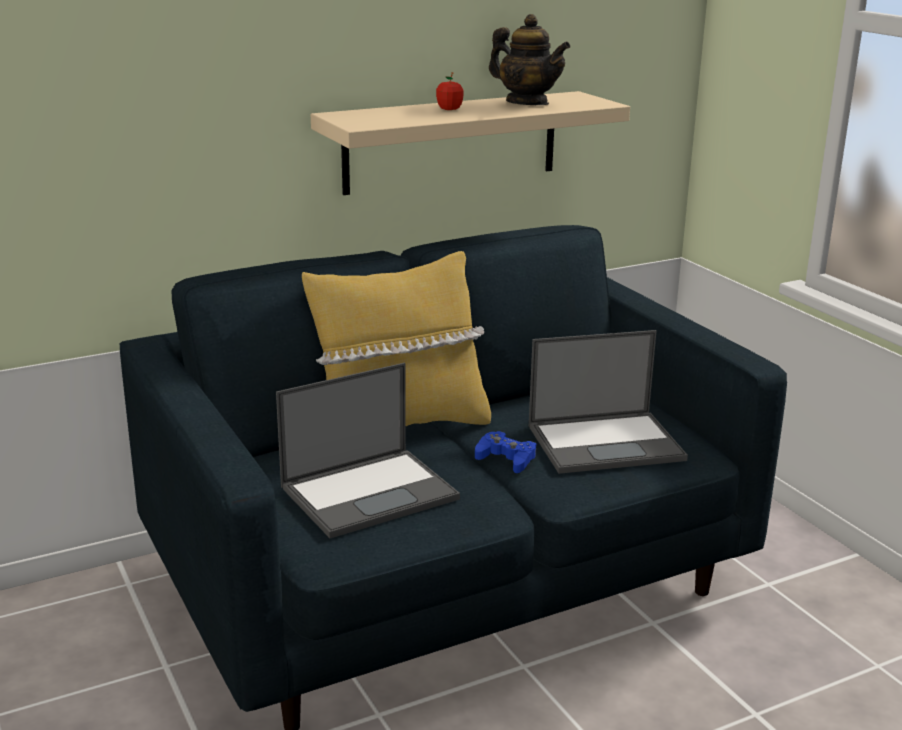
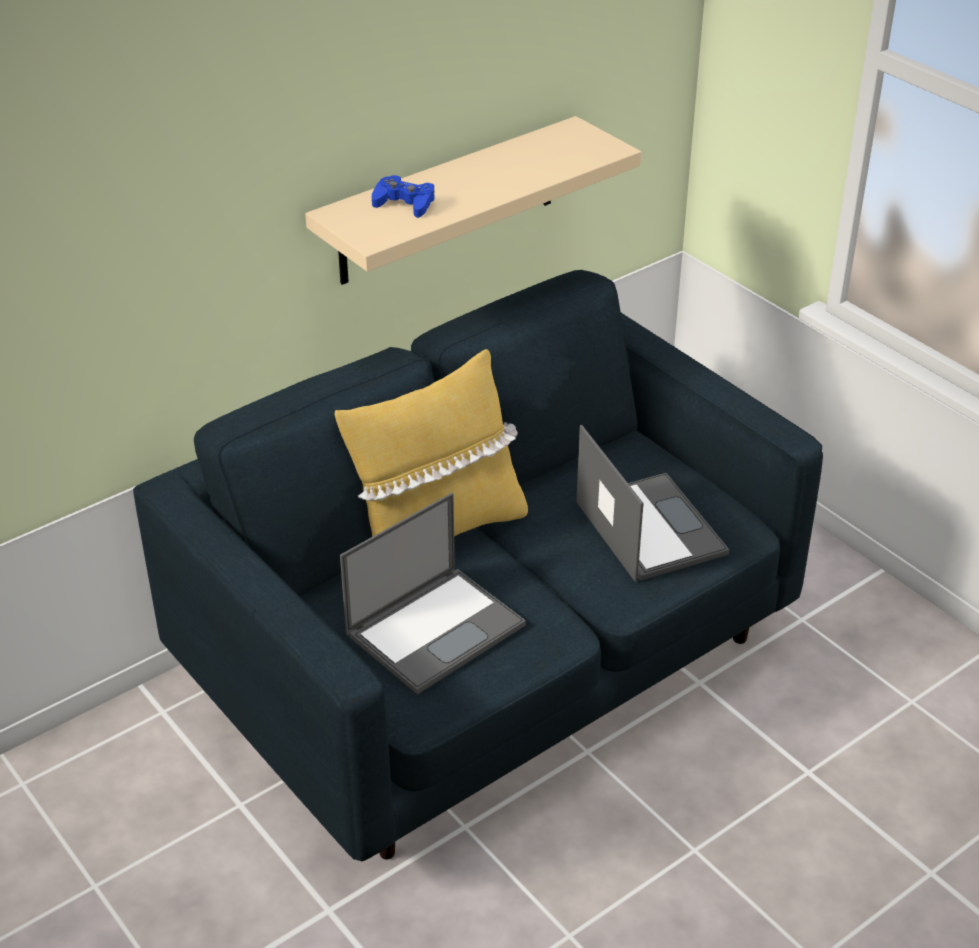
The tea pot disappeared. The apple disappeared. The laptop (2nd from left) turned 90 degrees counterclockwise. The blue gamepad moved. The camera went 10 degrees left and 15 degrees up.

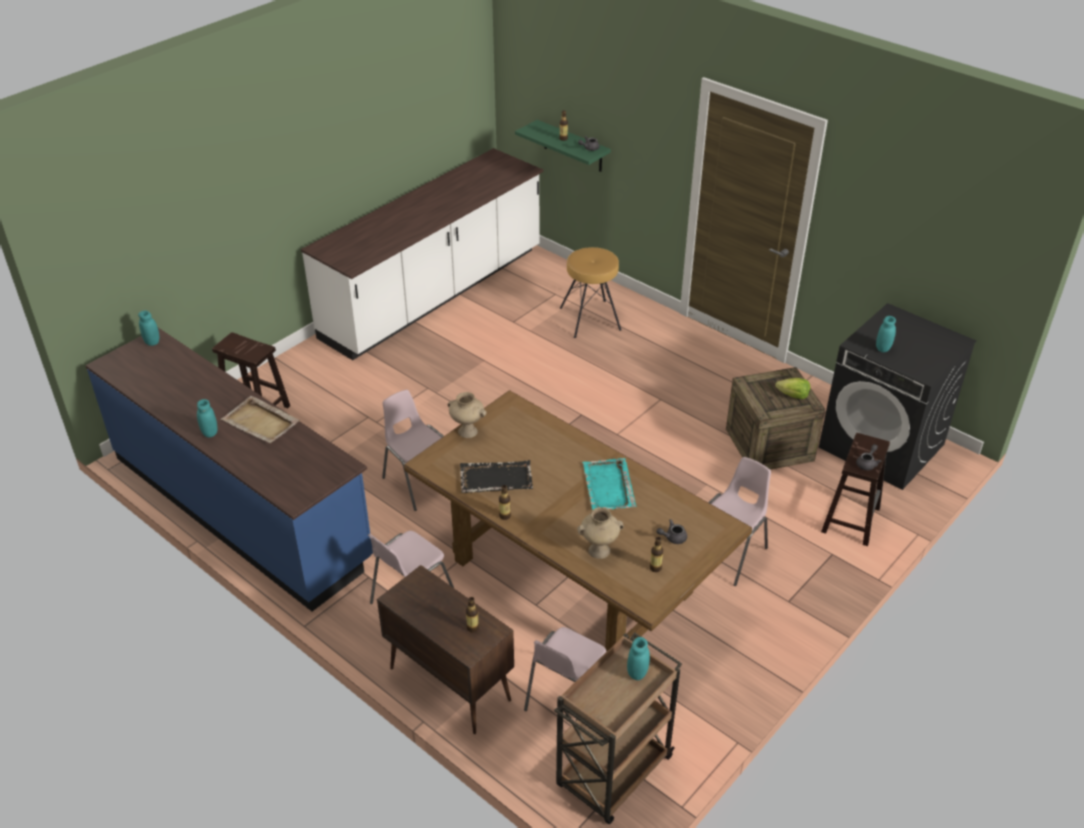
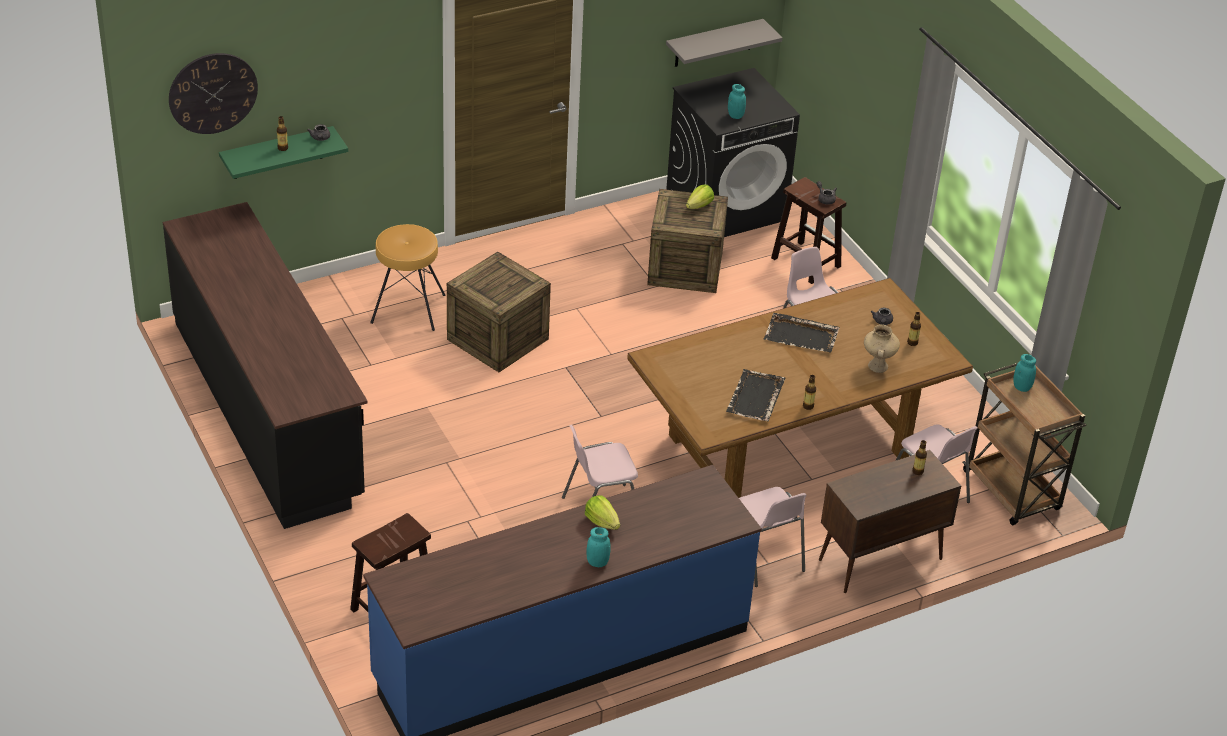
The white kitchen base unit became the black kitchen base unit. The turquoise jar (1st from left) disappeared. The beige-coloured vase (1st from left) disappeared. The beige-coloured tray was replaced by the head of lettuce (1st from left). The turquoise tray became the black tray (2nd from left). The gray wall shelf appeared. The hanging clock appeared. The crate (1st from left) appeared. The camera went 70 degrees left and 0 degrees up.

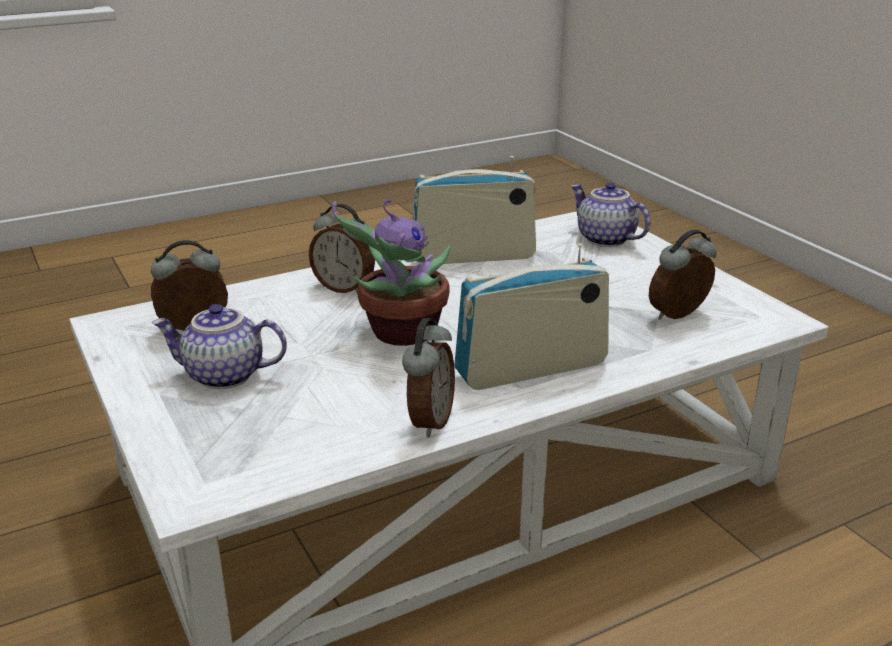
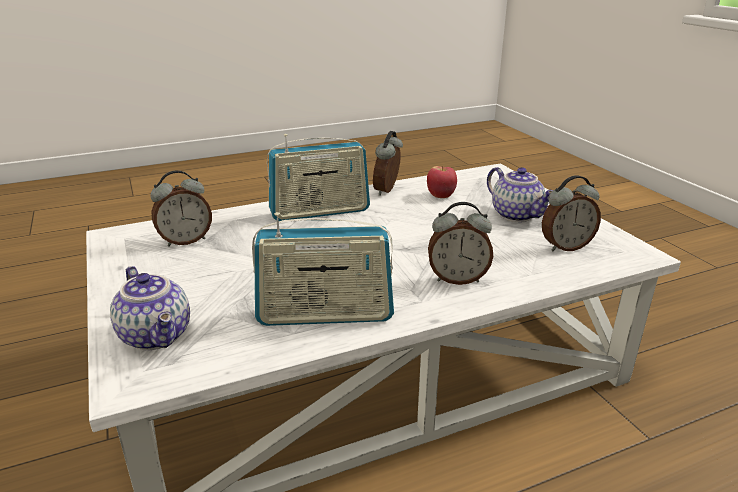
The potted plant disappeared. The alarm clock (2nd from left in the first image) turned 150 degrees clockwise. The tea pot (1st from left in the first image) turned 45 degrees clockwise. The apple appeared. The camera went 175 degrees left and 0 degrees up.

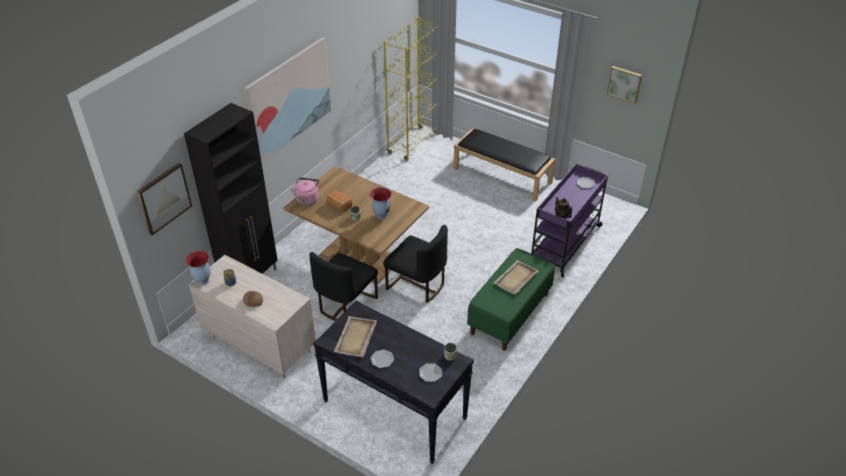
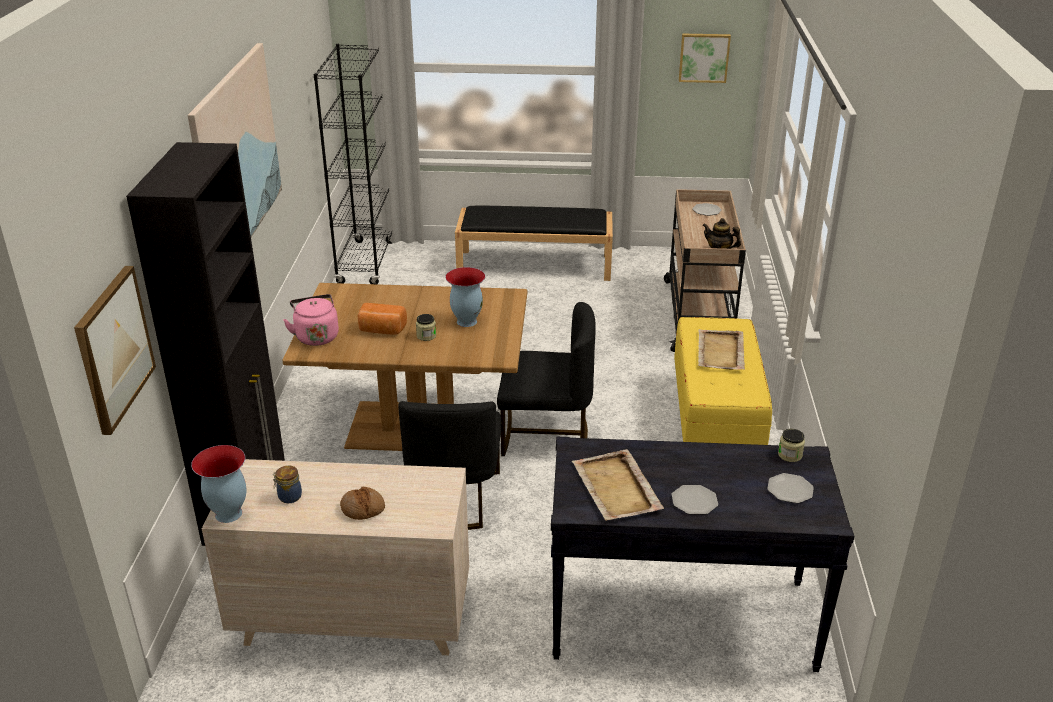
The yellowish shelving unit became the black shelving unit. The purple trolley became the beige-coloured trolley. The green long seat became the yellowish long seat. The camera went 30 degrees left and 10 degrees down.

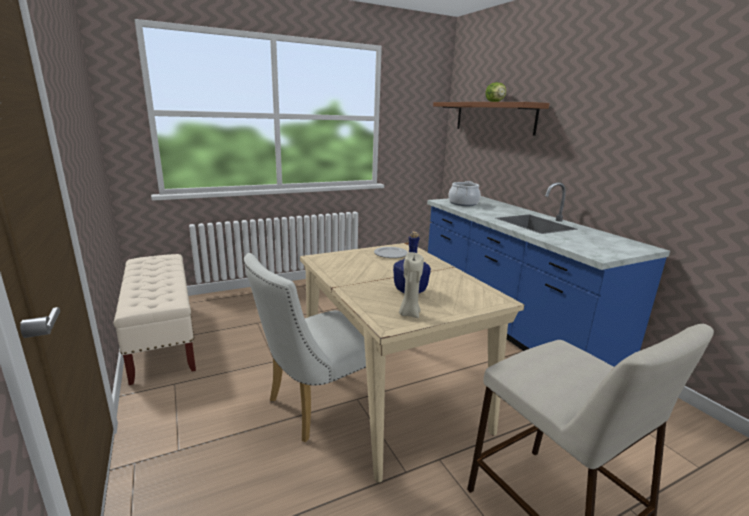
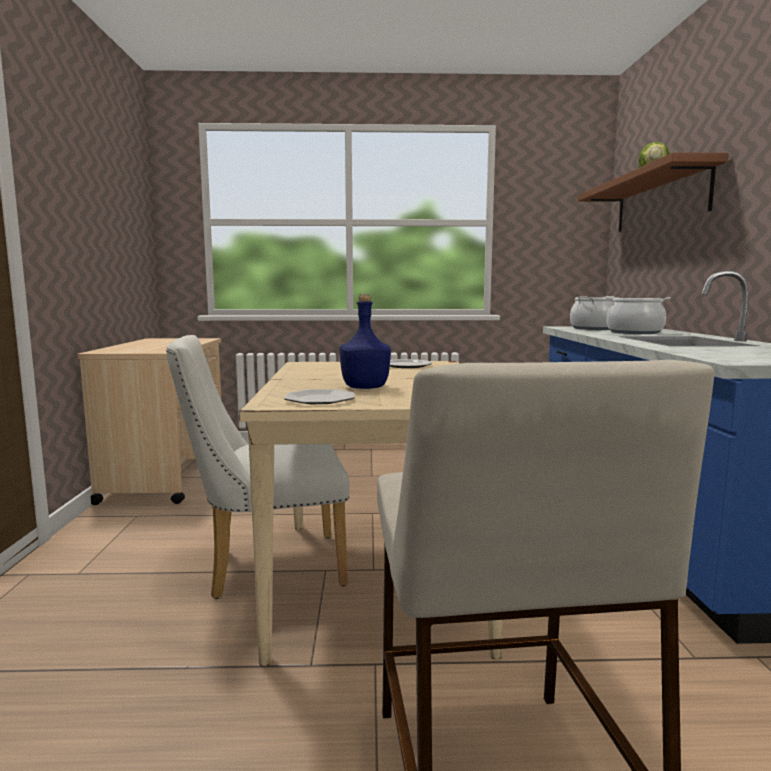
The beige-coloured wax light was replaced by the flat dish (1st from left). The beige-coloured long seat was replaced by the beige-coloured trolley. The stockpot (2nd from left) appeared. The camera went 25 degrees right and 10 degrees down.

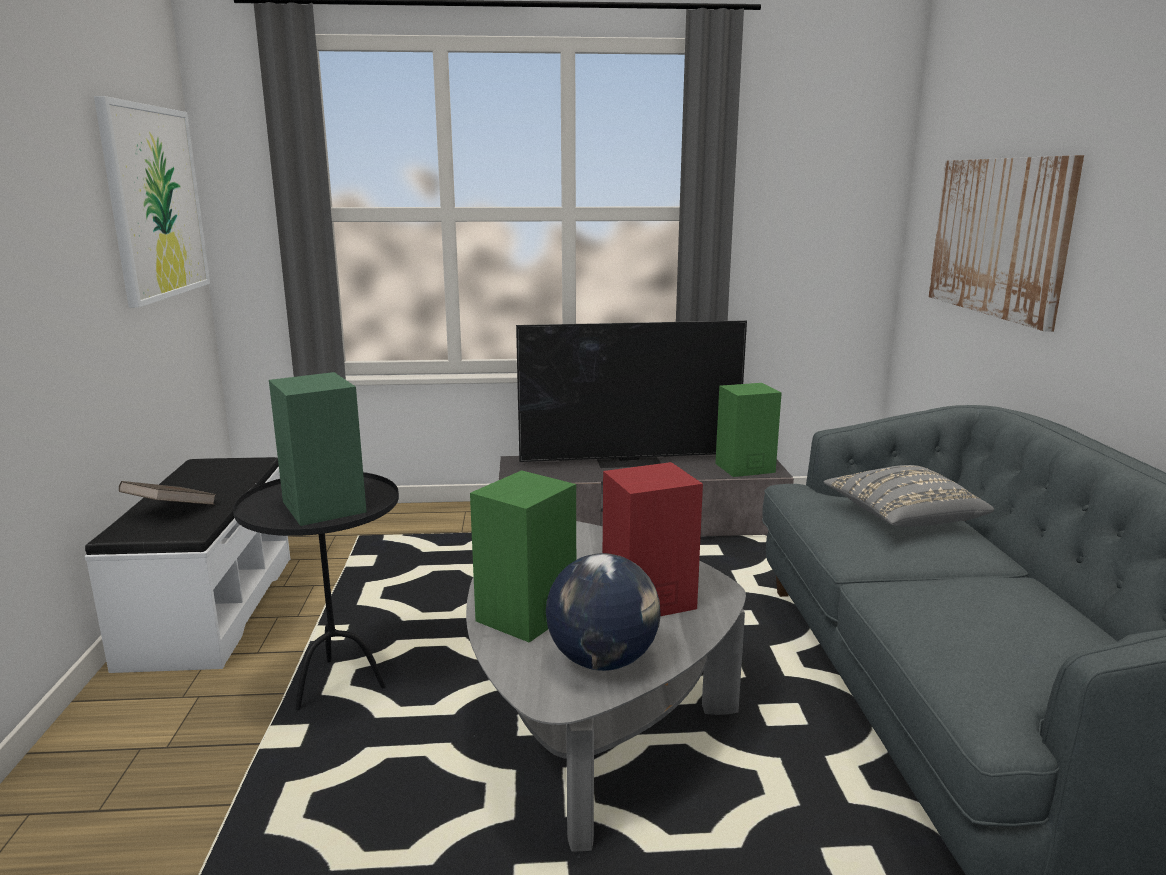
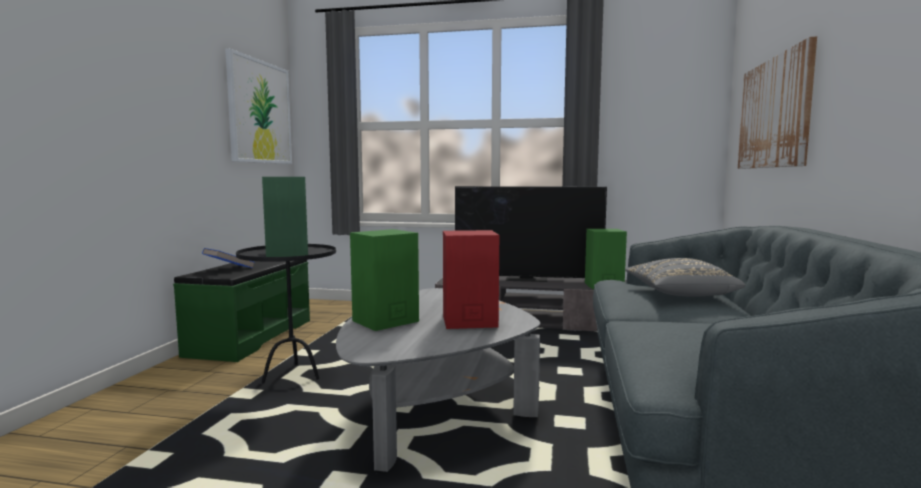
The white long seat became the green long seat. The brown-coloured volume became the blue volume. The globe disappeared. The camera went 15 degrees right and 10 degrees down.

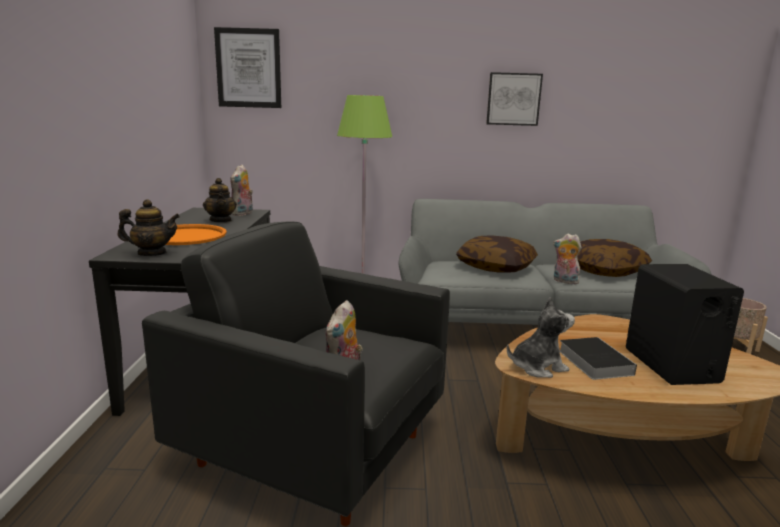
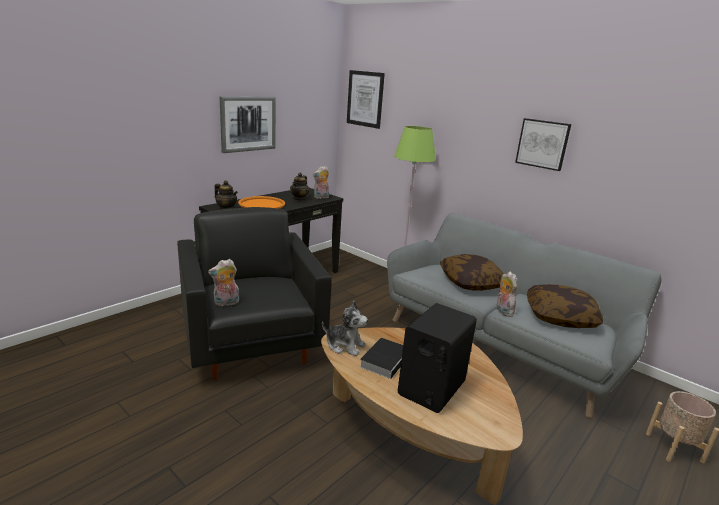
The picture (1st from left) appeared. The camera went 40 degrees right and 5 degrees up.

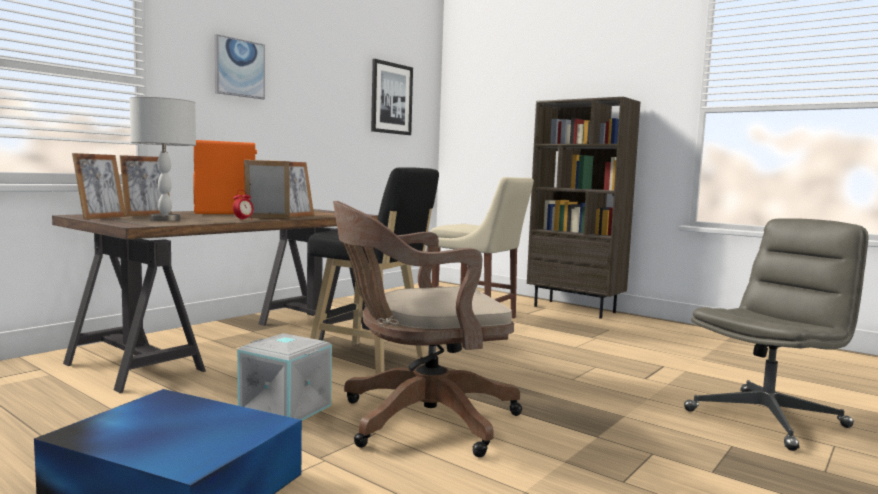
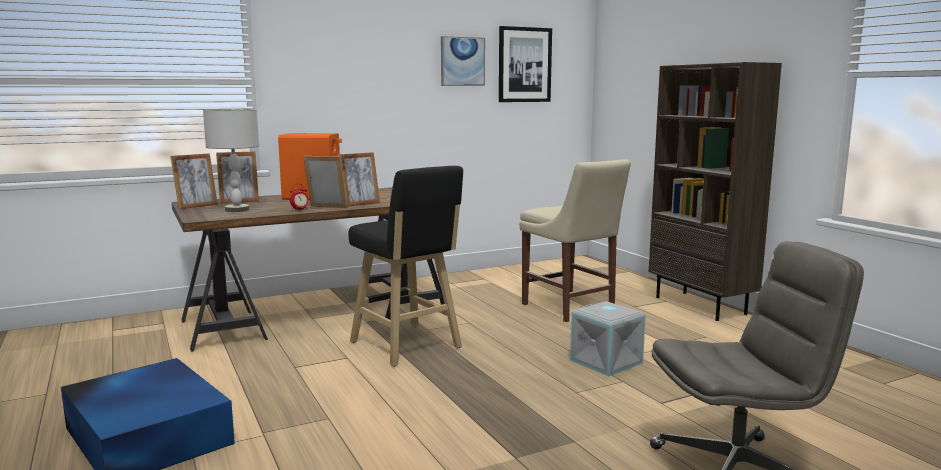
The picture (1st from left) moved. The brown-coloured office chair disappeared. The gray storage box moved. The camera went 25 degrees right and 5 degrees up.

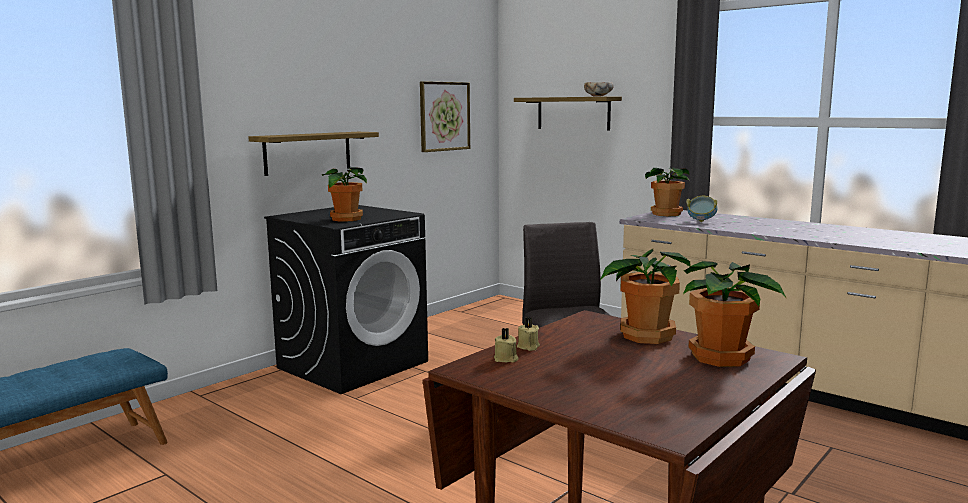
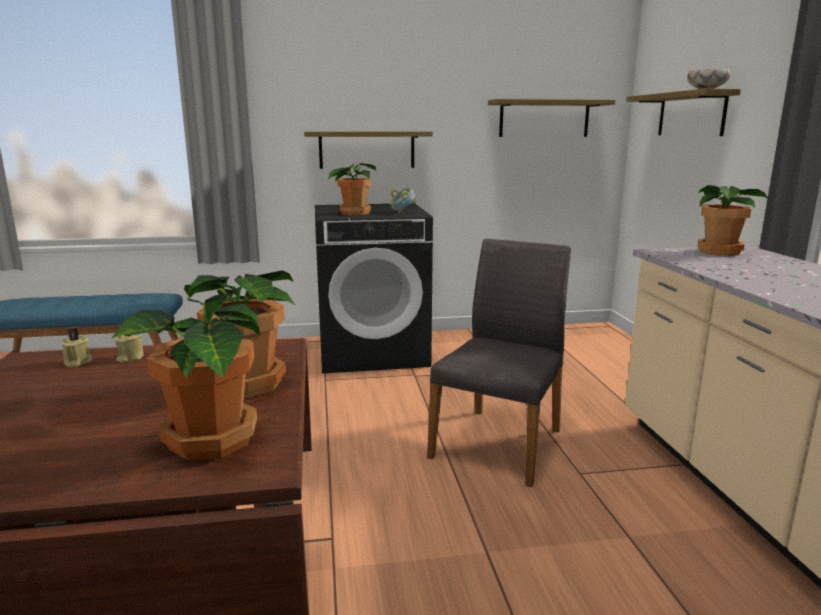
The picture was replaced by the wall shelf (2nd from left). The serving bowl (2nd from left in the first image) moved. The camera went 40 degrees right and 5 degrees up.

